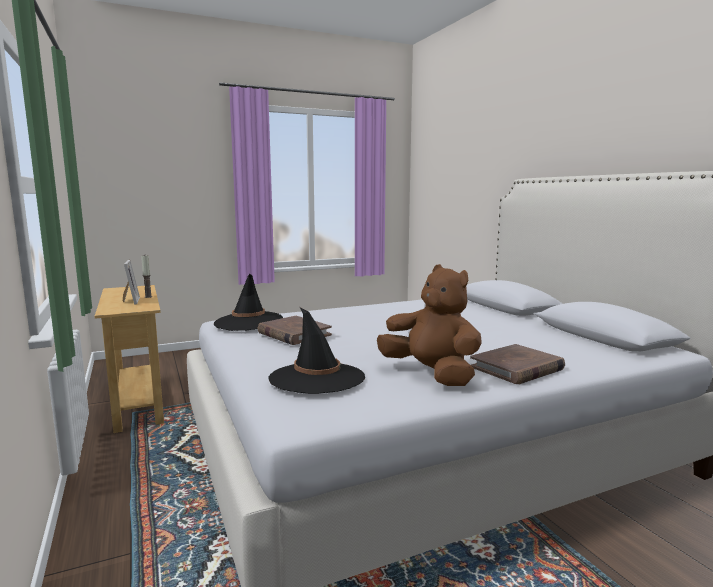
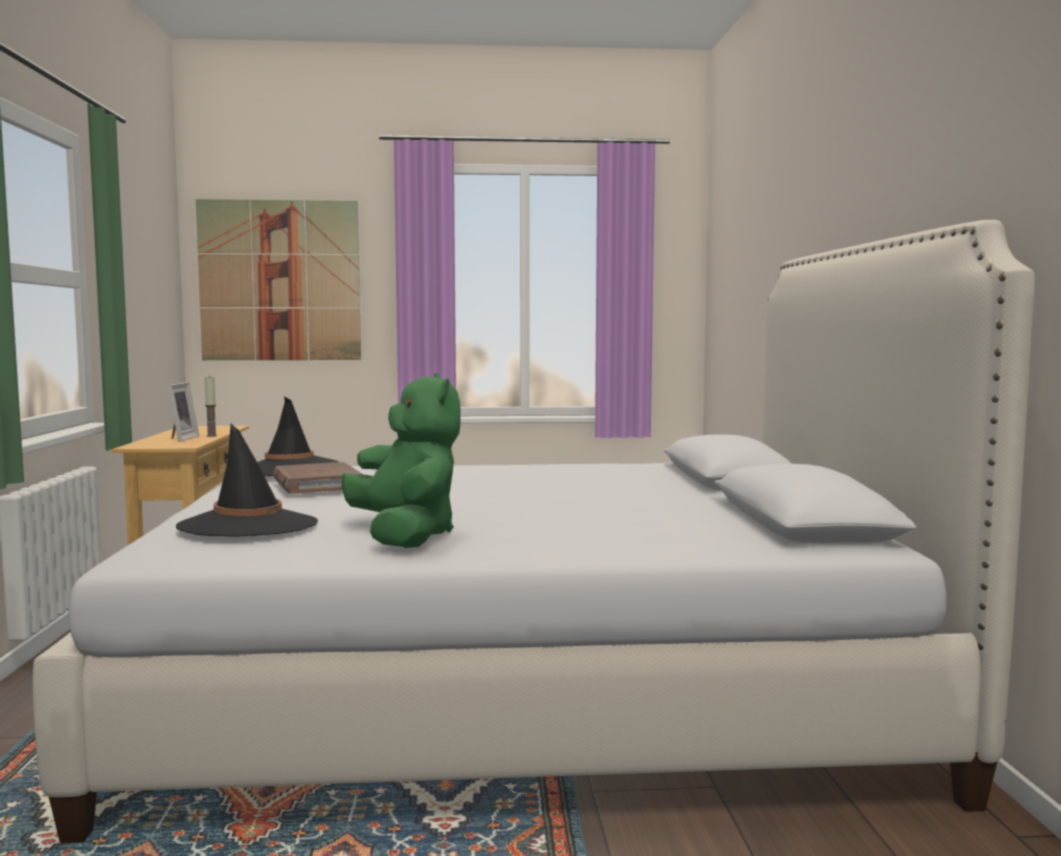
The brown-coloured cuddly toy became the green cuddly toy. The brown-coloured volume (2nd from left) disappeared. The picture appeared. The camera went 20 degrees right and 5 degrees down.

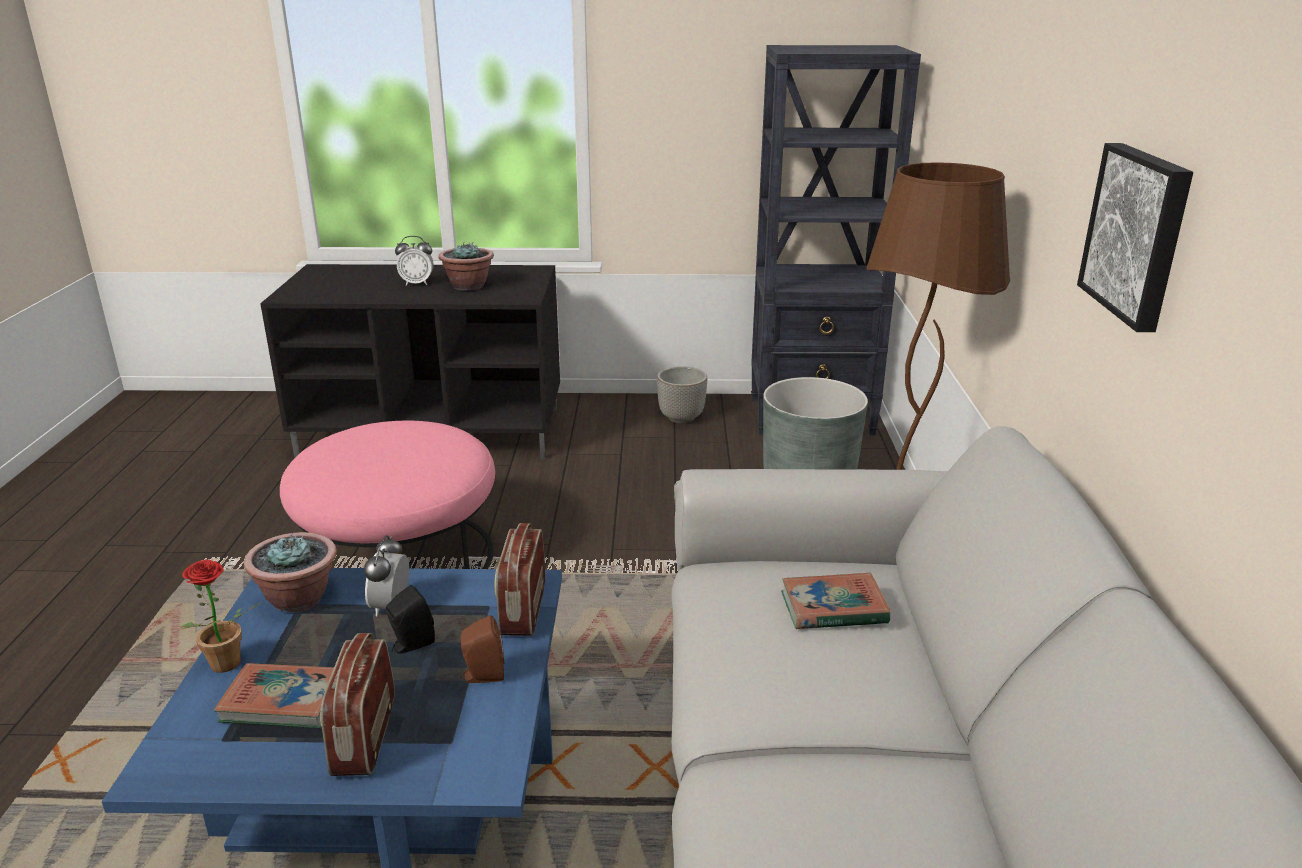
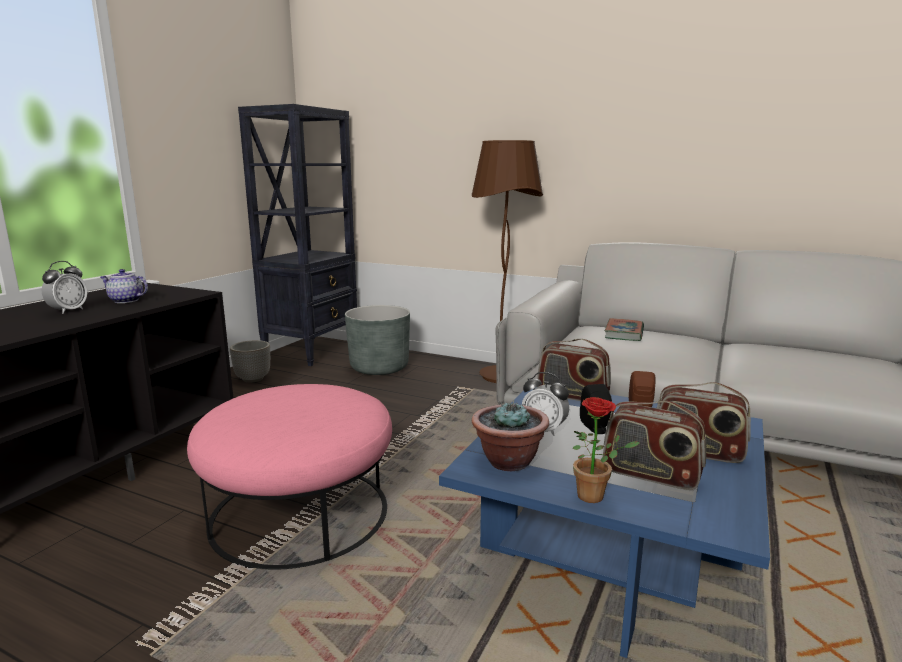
The picture disappeared. The potted plant (3rd from left) was replaced by the tea pot. The volume (1st from left) was replaced by the radio set (2nd from left). The camera went 65 degrees left and 10 degrees down.

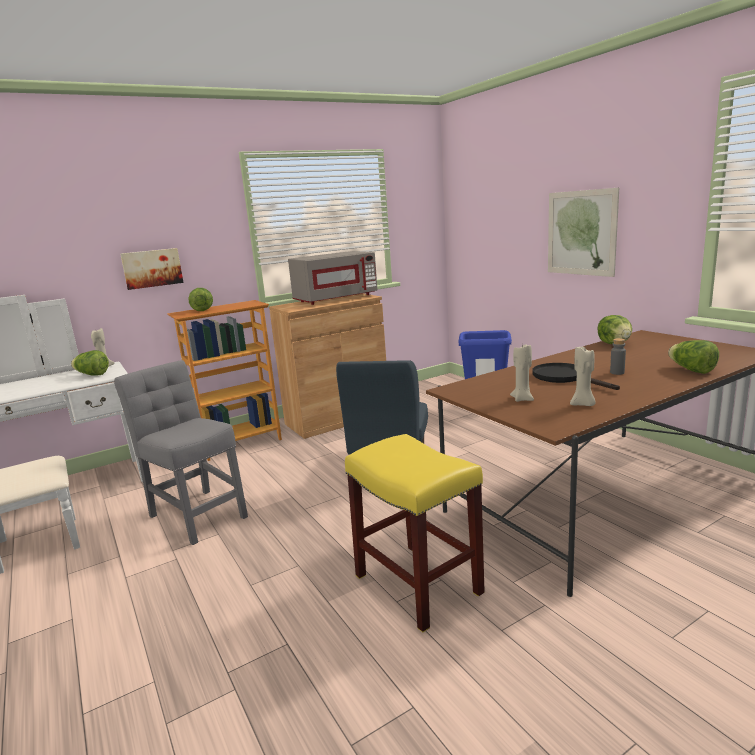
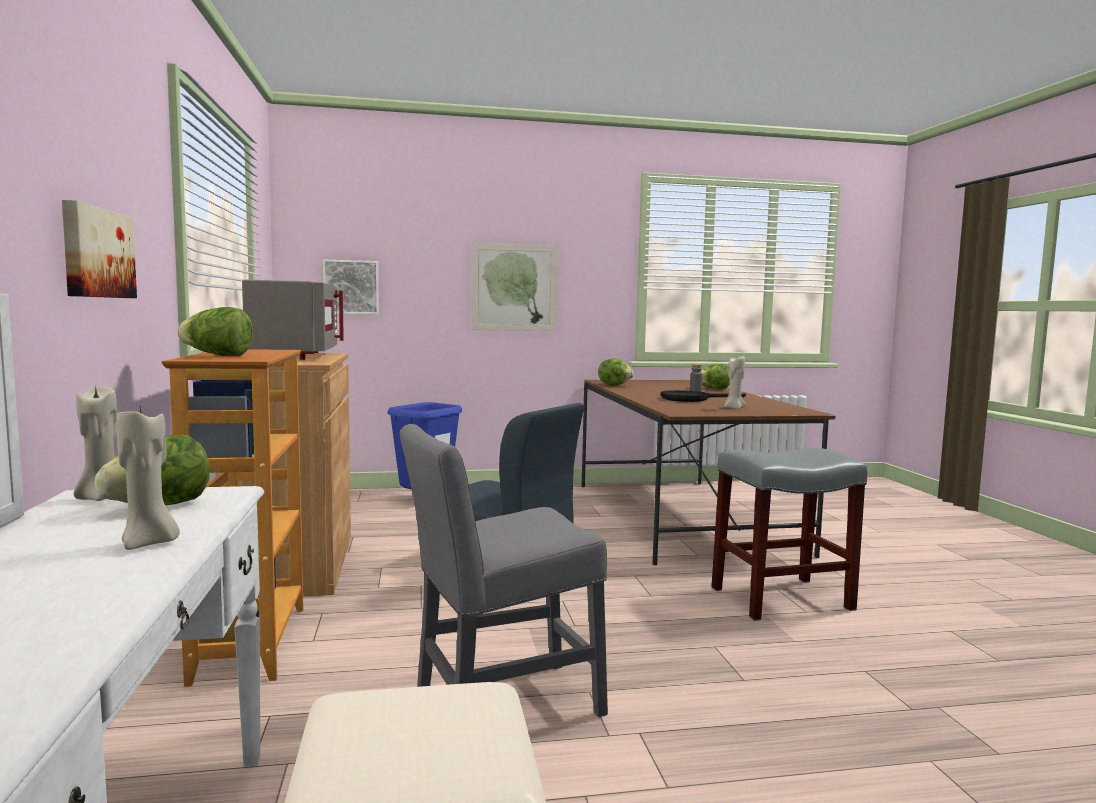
The beige-coloured wax light (3rd from left in the first image) moved. The yellowish sitting stool became the gray sitting stool. The picture (2nd from left) appeared. The camera went 70 degrees left and 10 degrees down.

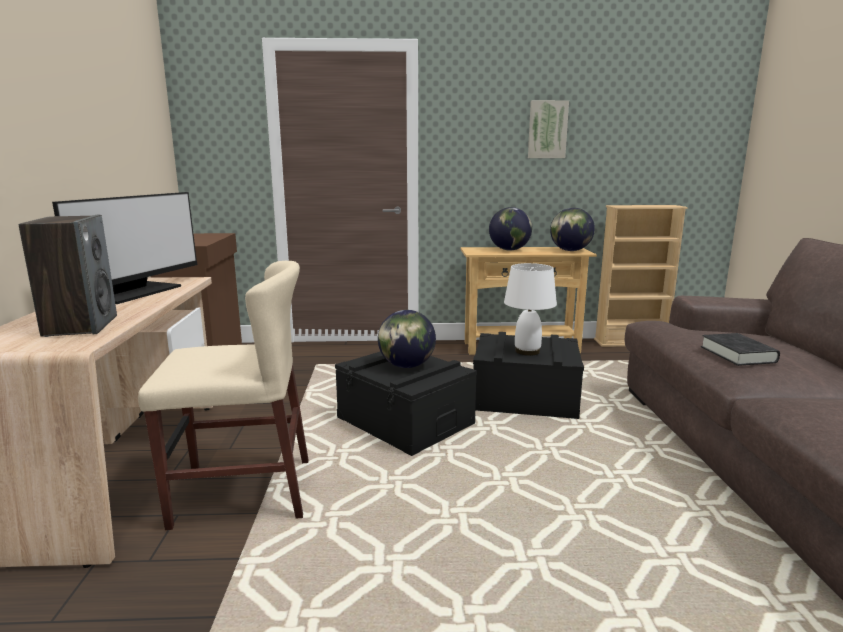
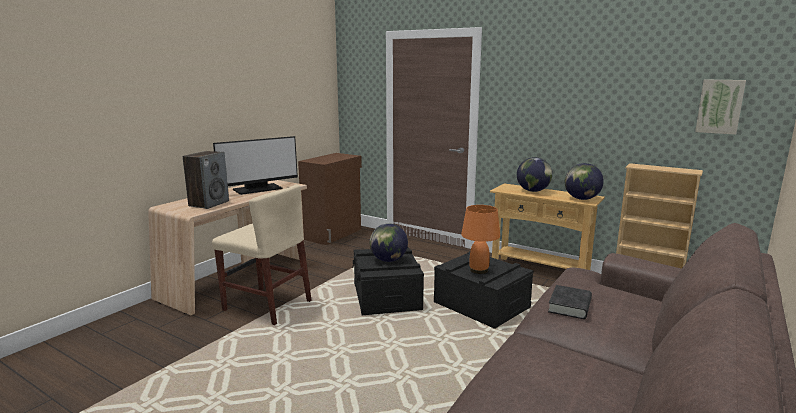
The picture moved. The white lamp for a table became the orange-coloured lamp for a table. The camera went 35 degrees right and 0 degrees up.

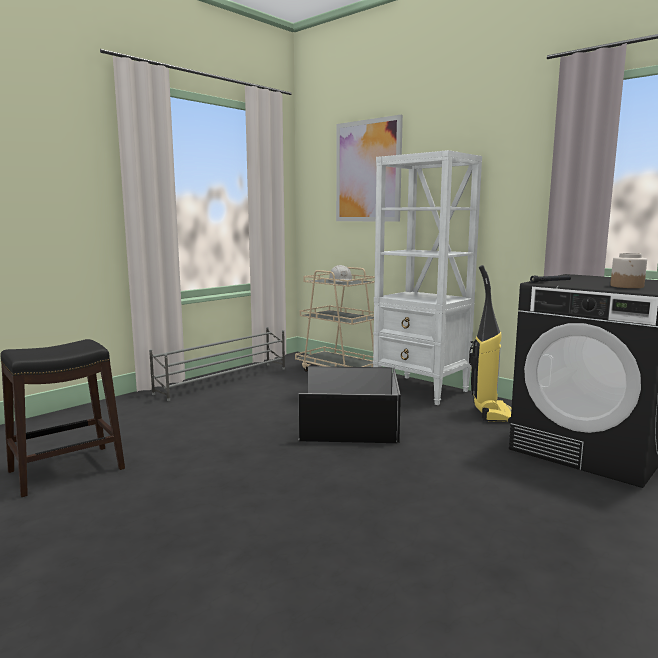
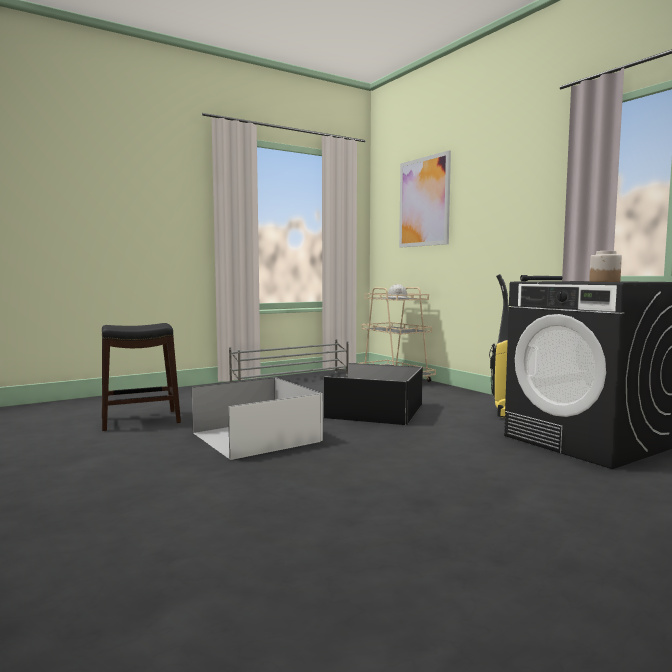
The white shelving unit disappeared. The white storage box appeared. The camera went 15 degrees right and 5 degrees down.

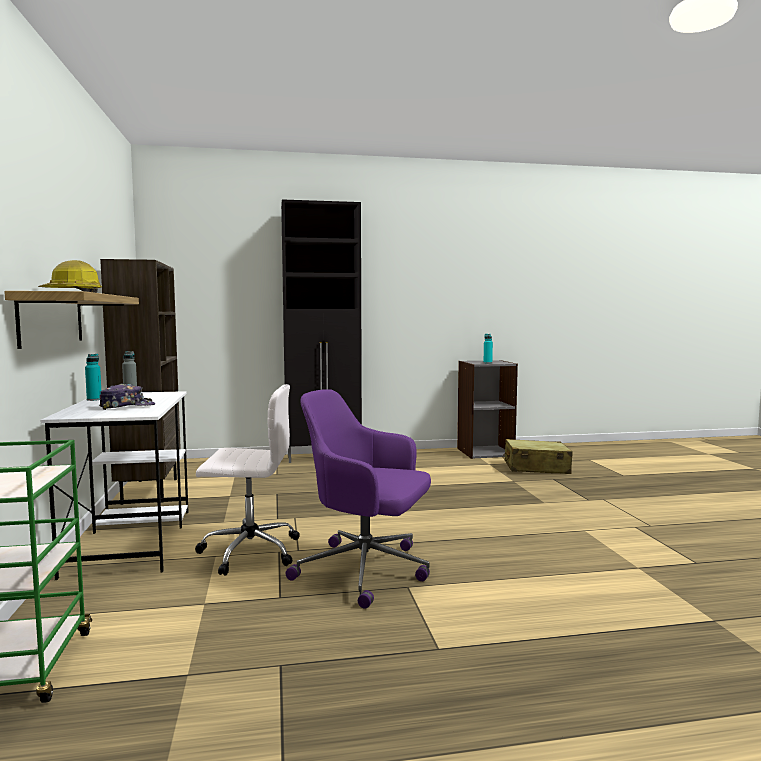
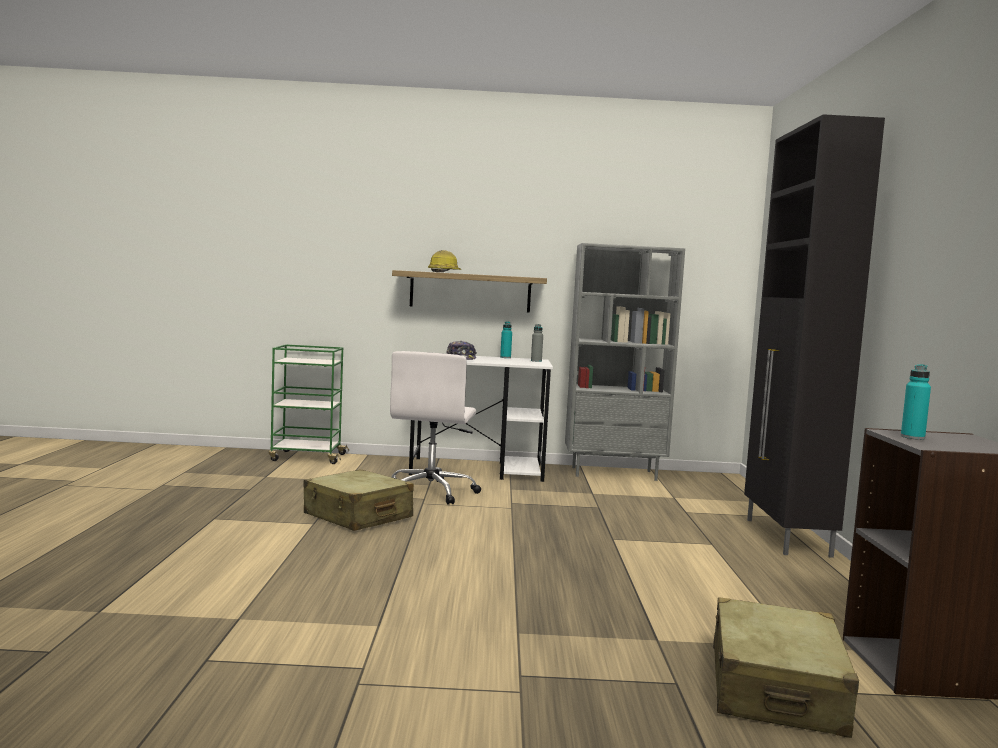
The brown-coloured shelving unit became the gray shelving unit (1st from left). The purple office chair was replaced by the beige-coloured travel case (1st from left). The camera went 100 degrees right and 0 degrees up.

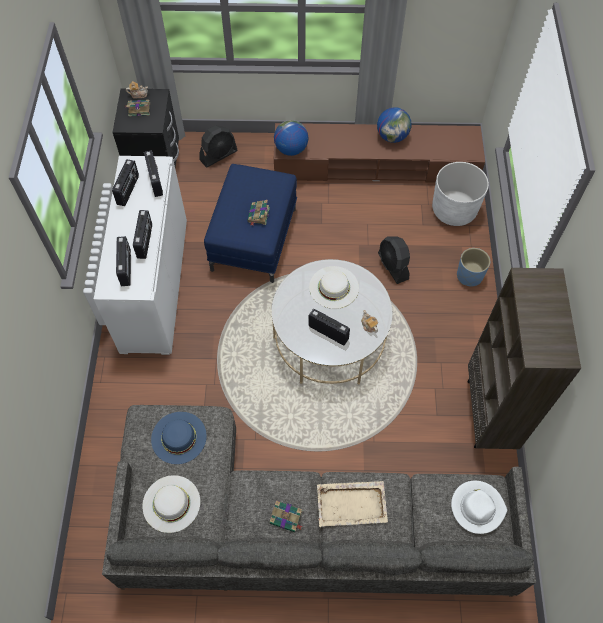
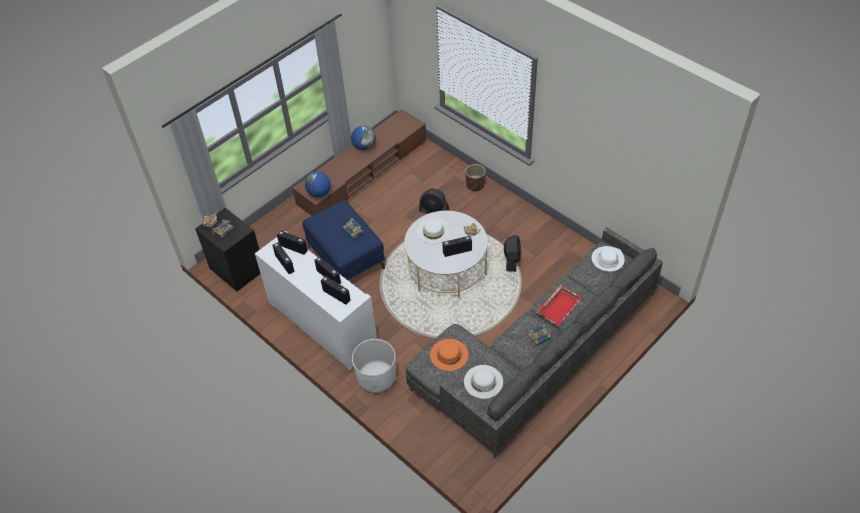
The black fan (1st from left in the first image) moved. The white flower pot moved. The blue flower pot became the brown-coloured flower pot. The brown-coloured shelving unit disappeared. The blue hat became the orange-coloured hat. The beige-coloured tray became the reddish tray. The camera went 45 degrees left and 10 degrees down.

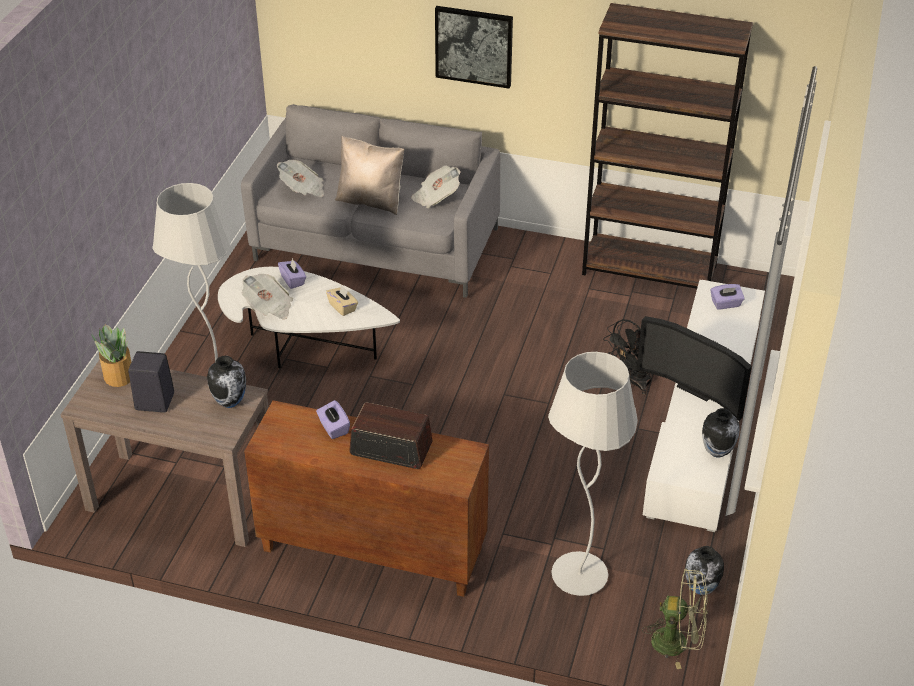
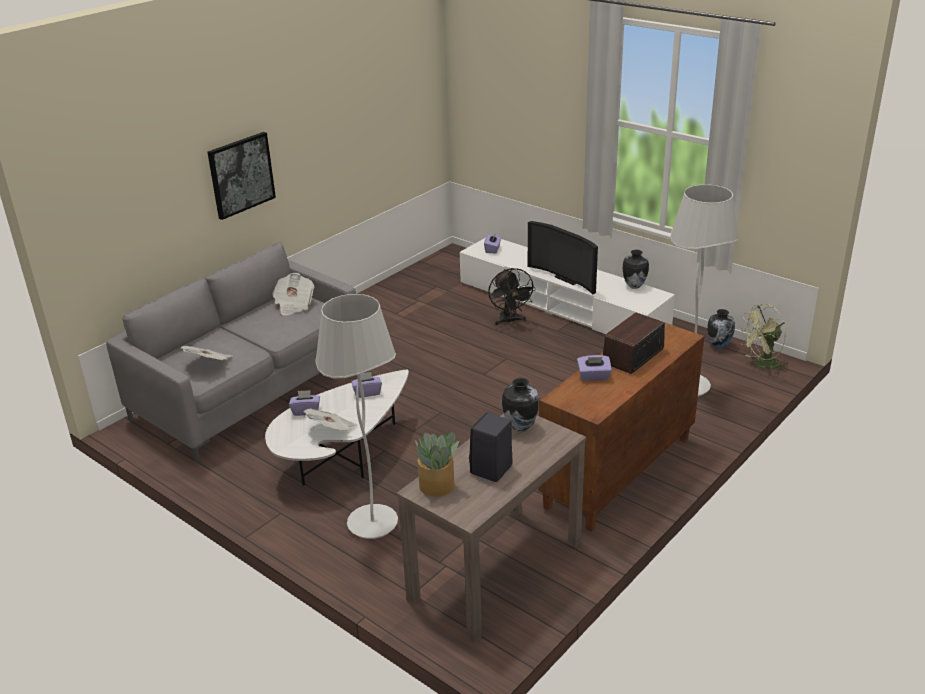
The brown-coloured shelving unit disappeared. The beige-coloured throw pillow disappeared. The beige-coloured tissue holder became the purple tissue holder (2nd from left). The television turned 75 degrees clockwise. The green fan turned 150 degrees counterclockwise. The camera went 65 degrees left and 10 degrees down.

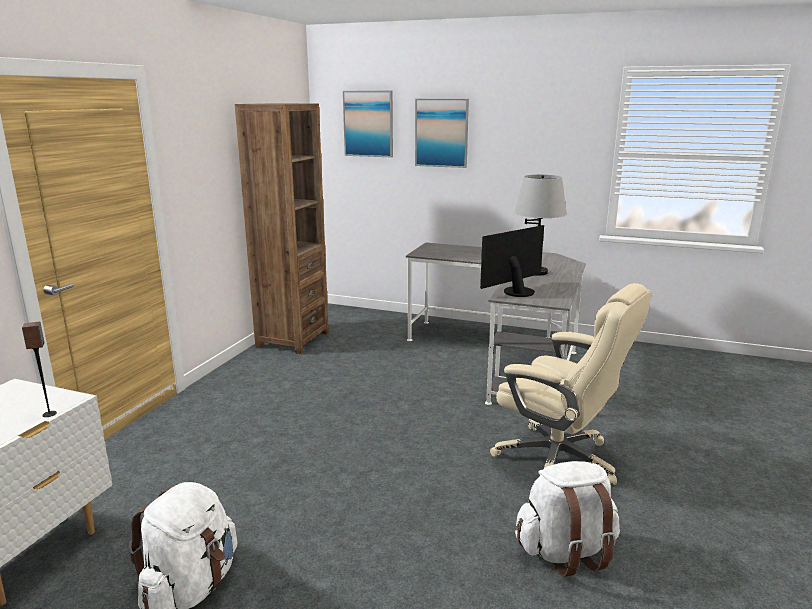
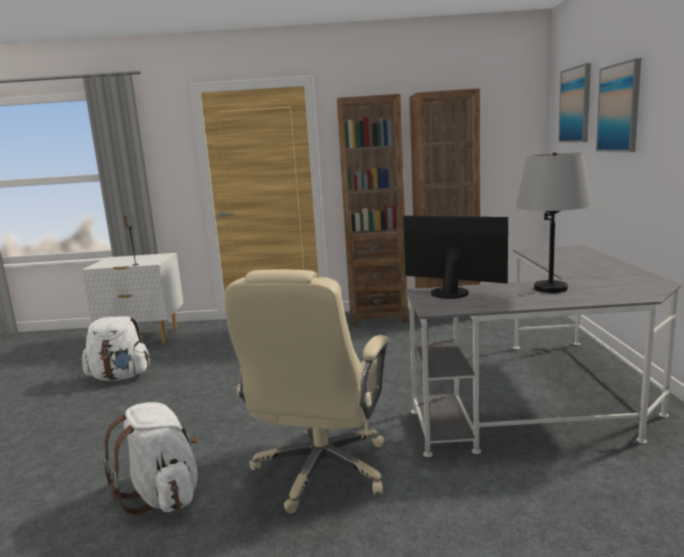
The brown-coloured shelving unit (1st from left) appeared. The camera went 70 degrees right and 5 degrees down.

